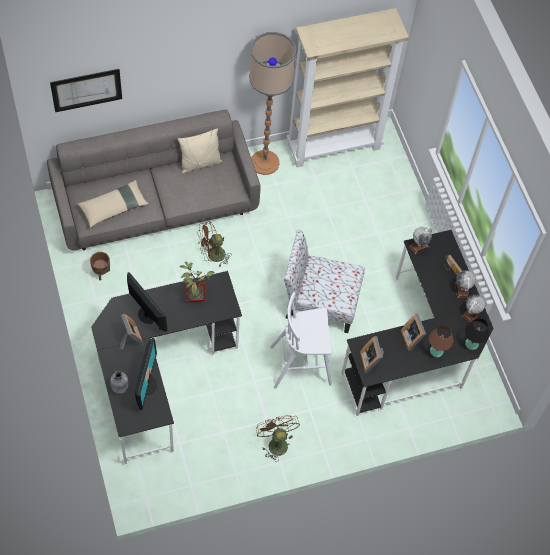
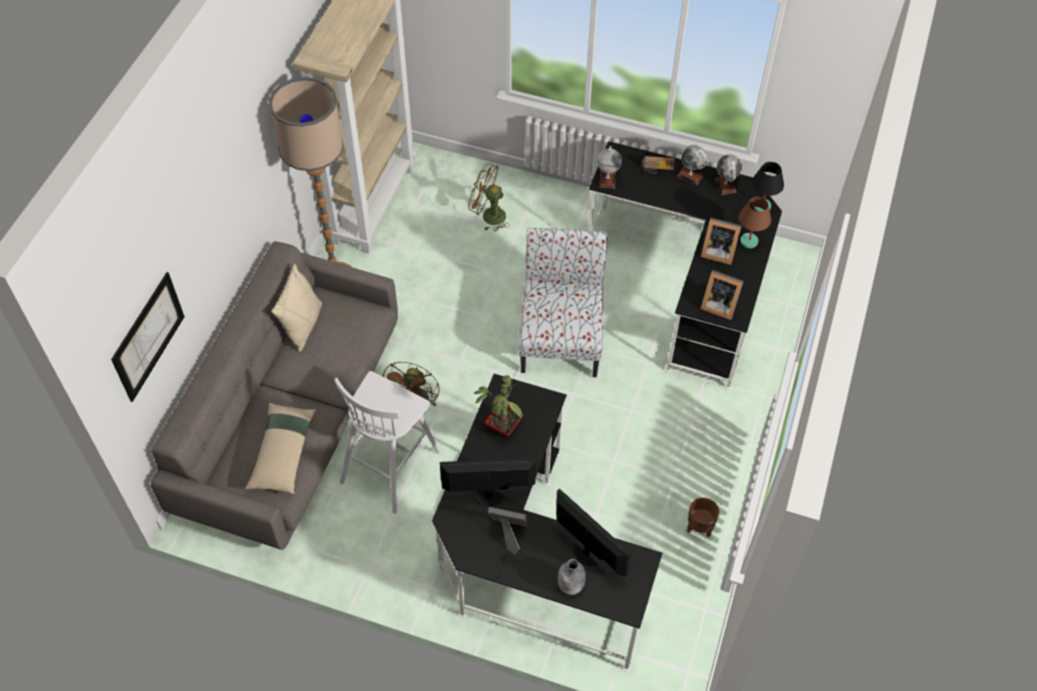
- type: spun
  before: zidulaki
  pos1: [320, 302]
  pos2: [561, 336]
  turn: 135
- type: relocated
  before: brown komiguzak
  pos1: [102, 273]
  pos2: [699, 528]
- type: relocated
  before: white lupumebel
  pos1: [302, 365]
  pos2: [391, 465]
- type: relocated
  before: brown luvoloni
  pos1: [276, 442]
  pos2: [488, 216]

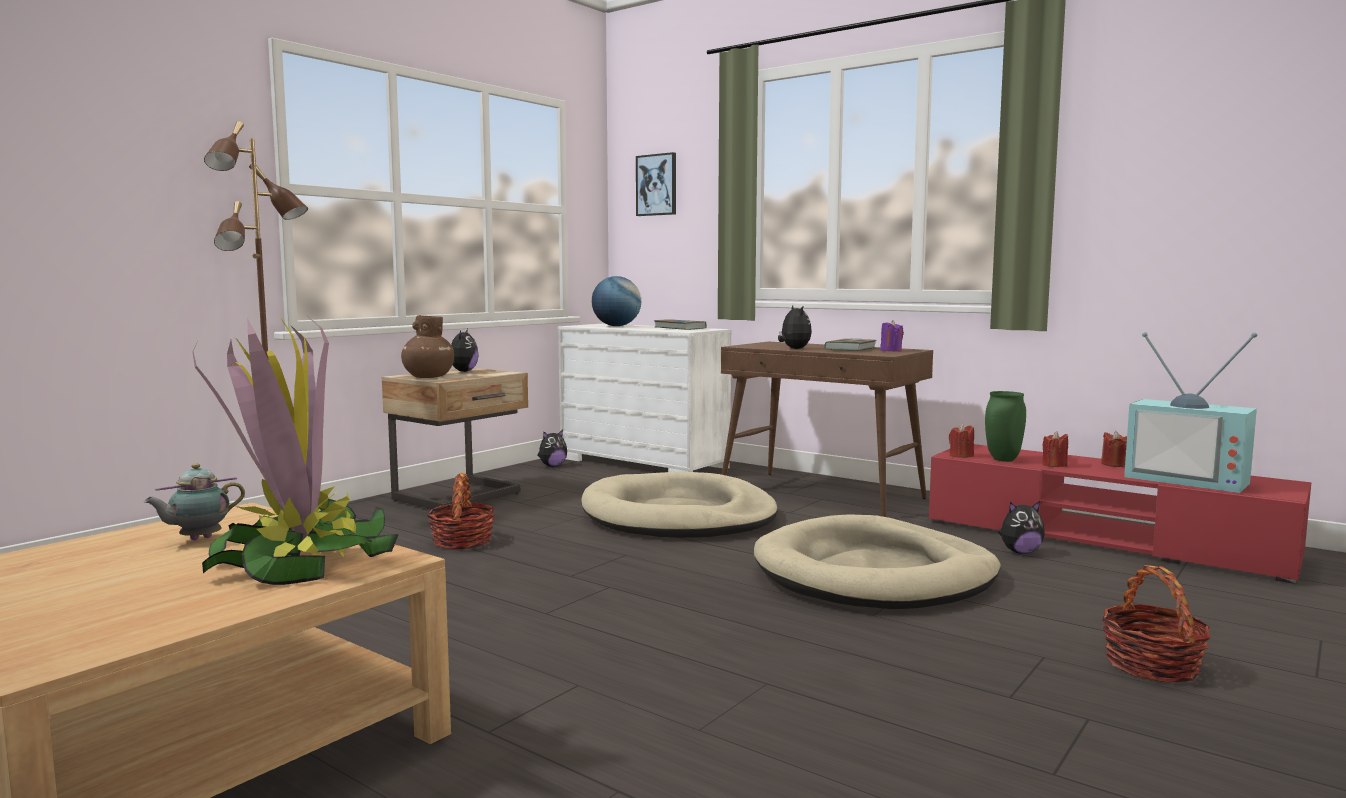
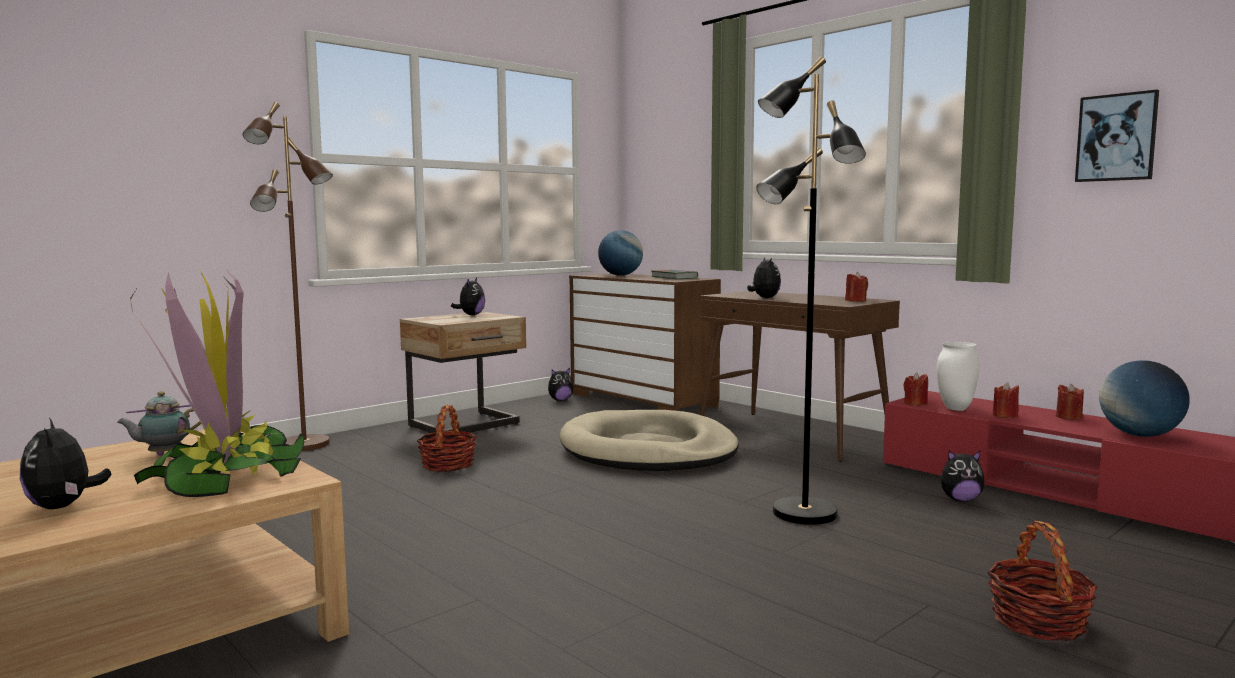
- type: relocated
  before: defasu
  pos1: [657, 185]
  pos2: [1116, 137]
- type: missing
  before: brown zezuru
  pos1: [428, 377]
- type: colour
  before: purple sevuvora
  after: red sevuvora
  pos1: [891, 350]
  pos2: [856, 300]
- type: colour
  before: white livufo
  after: brown livufo
  pos1: [644, 463]
  pos2: [643, 400]
- type: exchanged
  before: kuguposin
  after: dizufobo
  pos1: [1189, 479]
  pos2: [1140, 435]
- type: missing
  before: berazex
  pos1: [850, 349]
- type: colour
  before: green zezuru
  after: white zezuru
  pos1: [1004, 460]
  pos2: [956, 409]
- type: exchanged
  before: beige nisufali
  after: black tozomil
  pos1: [874, 574]
  pos2: [803, 514]
- type: appeared
  after: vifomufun
  pos2: [63, 506]

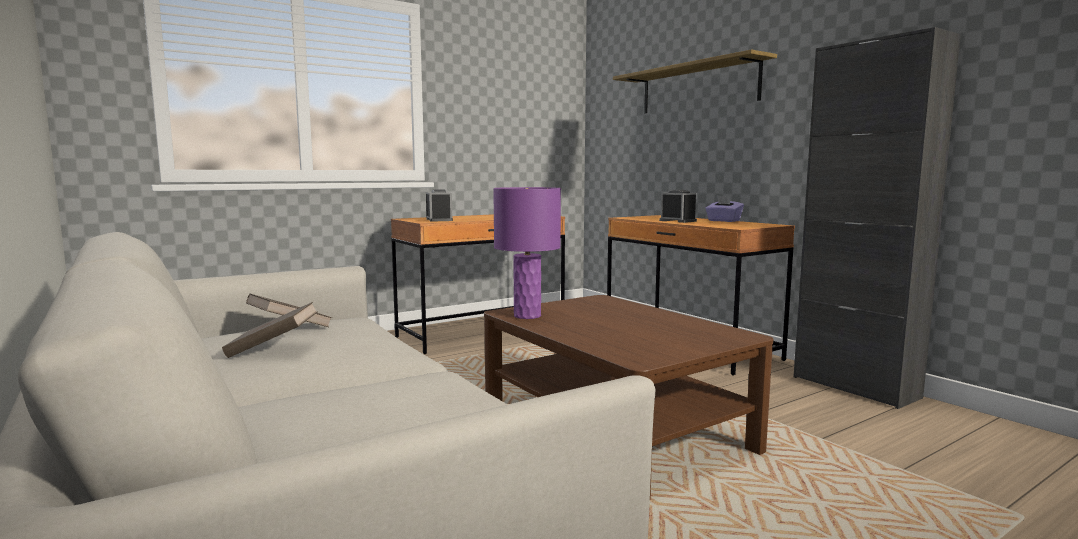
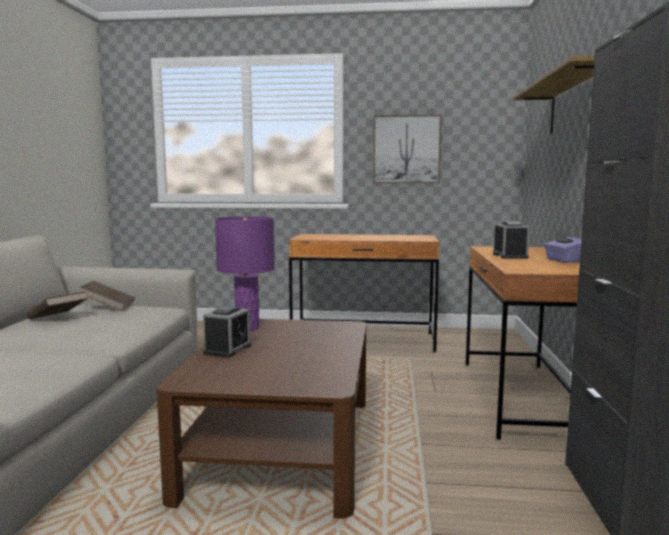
- type: relocated
  before: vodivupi
  pos1: [439, 220]
  pos2: [228, 349]
- type: appeared
  after: defasu
  pos2: [406, 149]

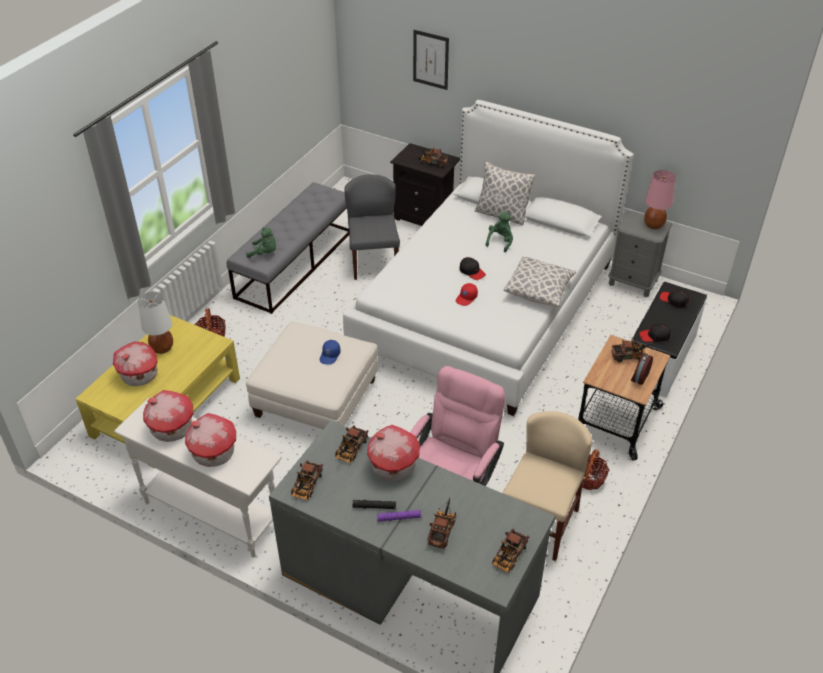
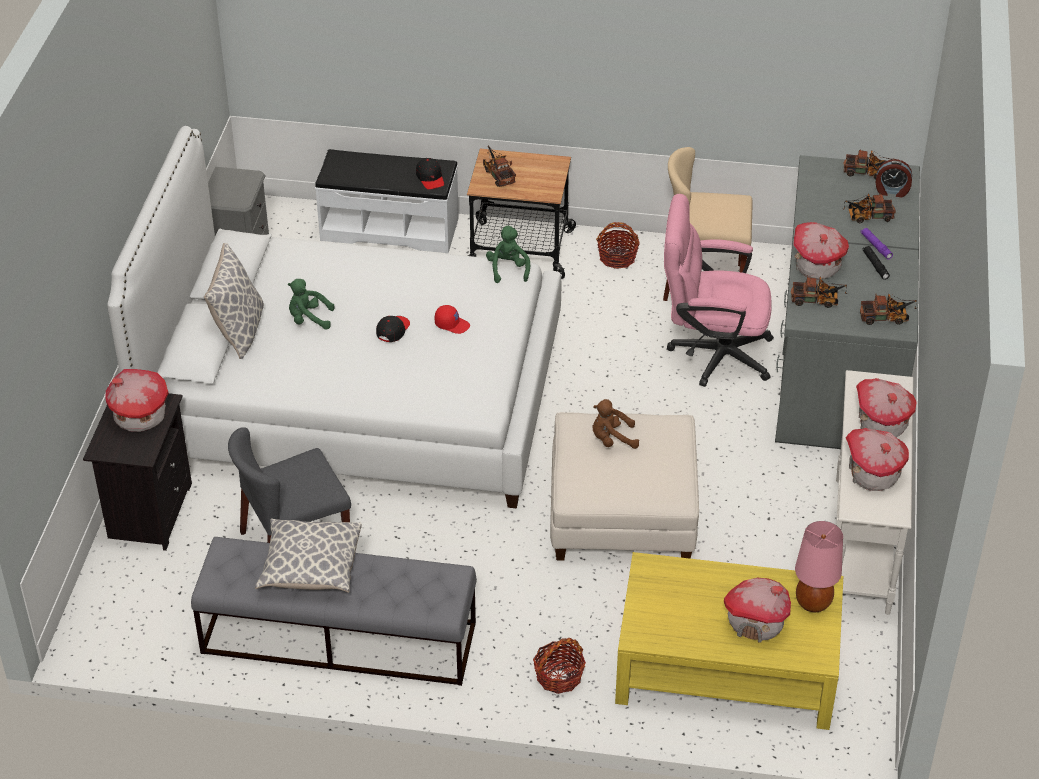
- type: missing
  before: defasu
  pos1: [431, 59]
- type: exchanged
  before: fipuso
  after: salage
  pos1: [431, 162]
  pos2: [139, 417]
- type: relocated
  before: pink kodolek
  pos1: [654, 225]
  pos2: [813, 602]
- type: relocated
  before: green vifomufun
  pos1: [264, 253]
  pos2: [508, 269]
- type: relocated
  before: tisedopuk
  pos1: [539, 290]
  pos2: [310, 568]
- type: missing
  before: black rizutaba
  pos1: [674, 300]
- type: missing
  before: white kodolek
  pos1: [162, 348]
- type: exchanged
  before: blue rizutaba
  after: brown vifomufun
  pos1: [330, 356]
  pos2: [612, 439]
- type: relocated
  before: vodivupi
  pos1: [639, 377]
  pos2: [892, 191]

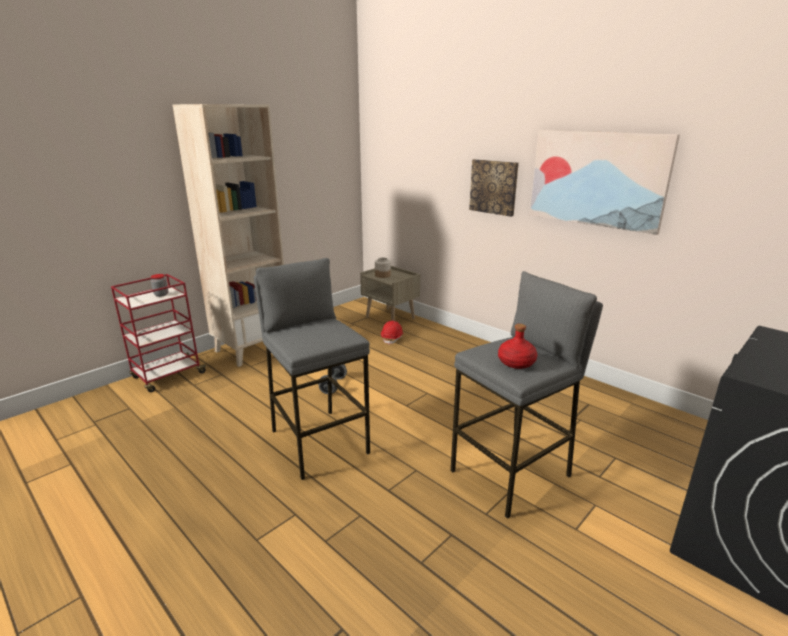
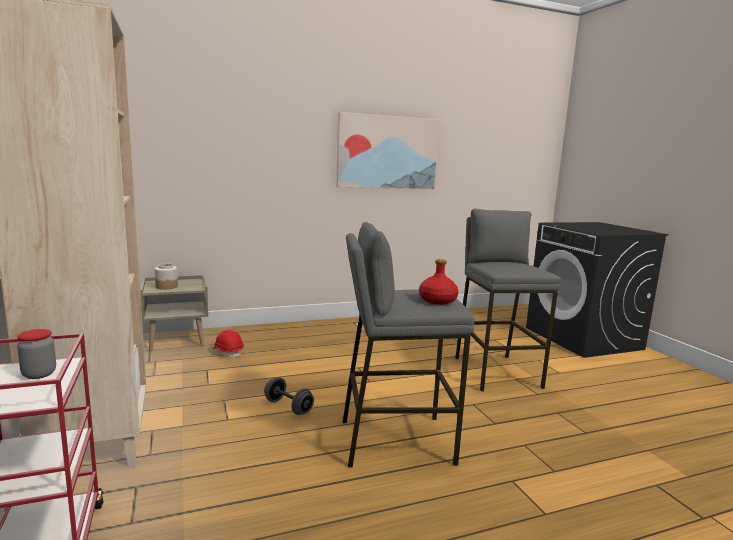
- type: missing
  before: defasu
  pos1: [494, 187]
- type: relocated
  before: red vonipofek
  pos1: [516, 362]
  pos2: [437, 300]

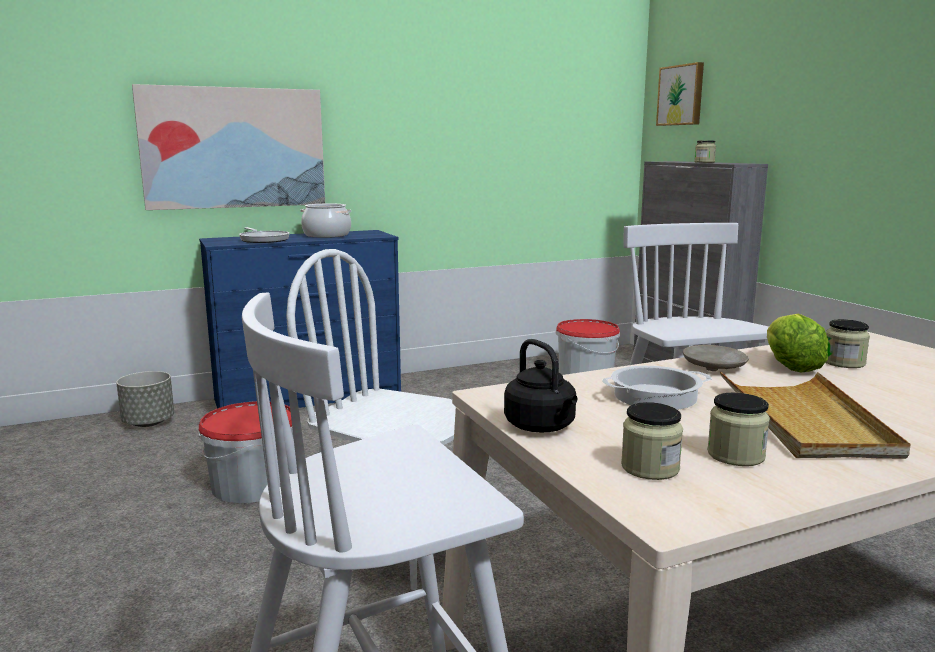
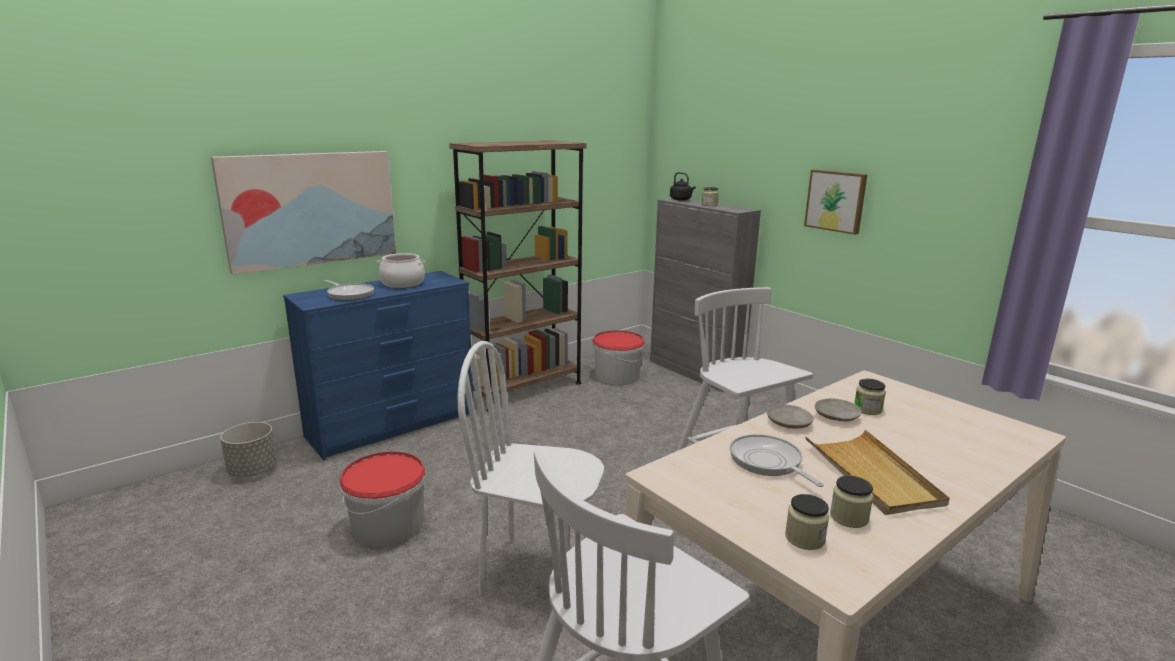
- type: relocated
  before: defasu
  pos1: [681, 95]
  pos2: [836, 201]
- type: exchanged
  before: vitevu
  after: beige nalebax
  pos1: [789, 366]
  pos2: [836, 417]
- type: relocated
  before: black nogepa
  pos1: [542, 427]
  pos2: [681, 200]
- type: exchanged
  before: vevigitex
  after: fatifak
  pos1: [655, 397]
  pos2: [768, 462]
- type: appeared
  after: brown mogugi
  pos2: [524, 389]

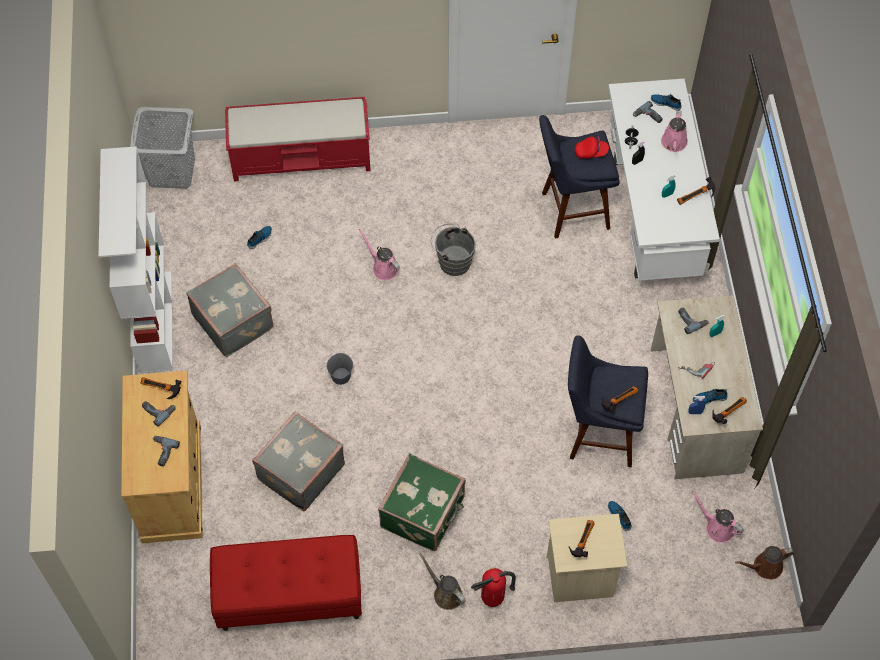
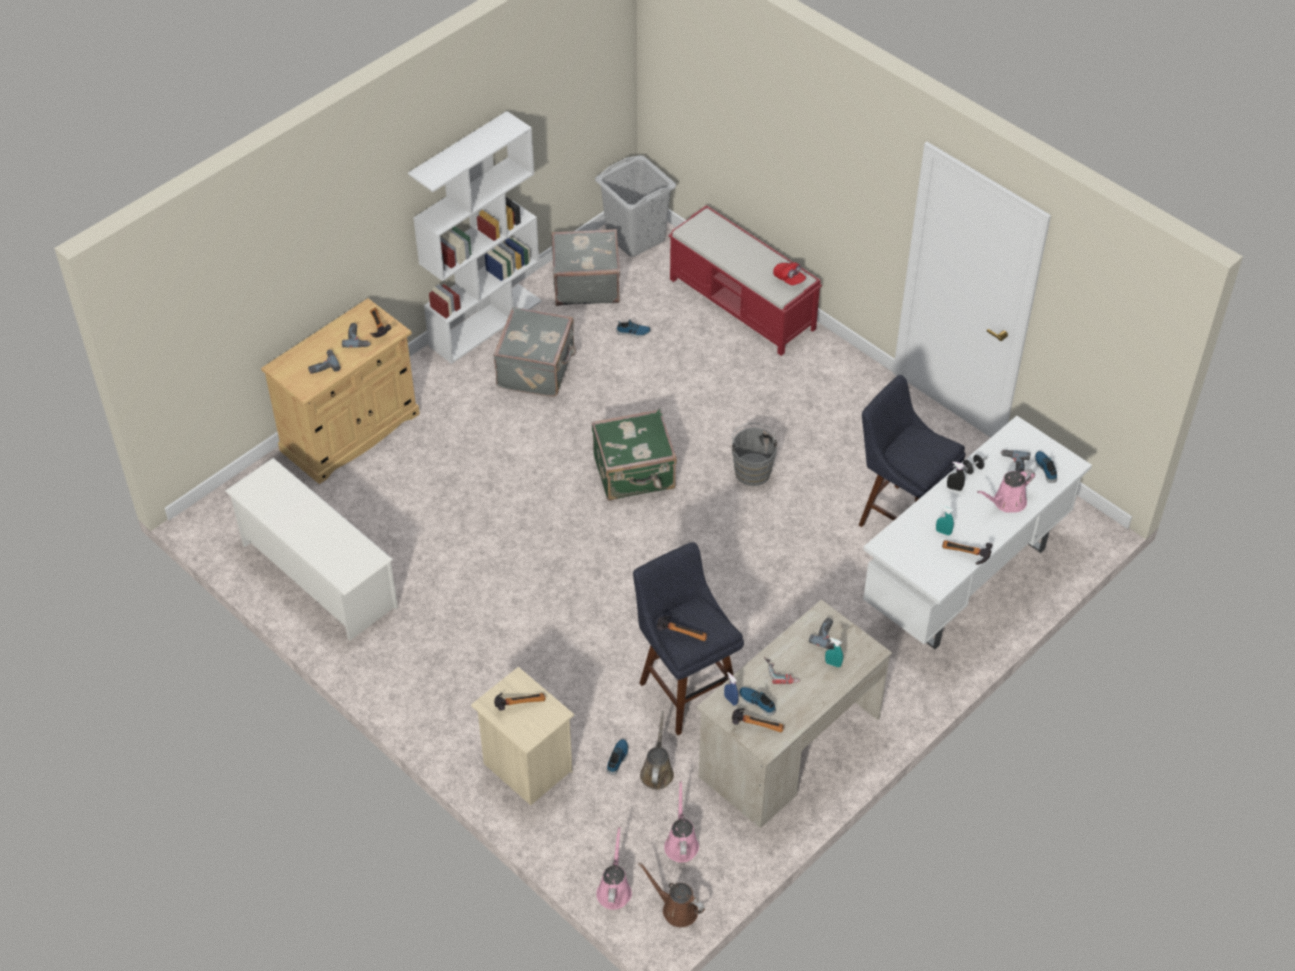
- type: relocated
  before: red rizutaba
  pos1: [591, 152]
  pos2: [789, 279]
- type: relocated
  before: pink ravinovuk
  pos1: [383, 267]
  pos2: [614, 889]
- type: missing
  before: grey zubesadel
  pos1: [341, 376]
- type: relocated
  before: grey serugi
  pos1: [299, 472]
  pos2: [585, 284]
- type: relocated
  before: green serugi
  pos1: [424, 513]
  pos2: [635, 473]
- type: exchanged
  before: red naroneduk
  after: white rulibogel
  pos1: [289, 597]
  pos2: [318, 575]
- type: relocated
  before: brown ravinovuk
  pos1: [445, 593]
  pos2: [657, 771]
- type: missing
  before: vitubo
  pos1: [492, 599]

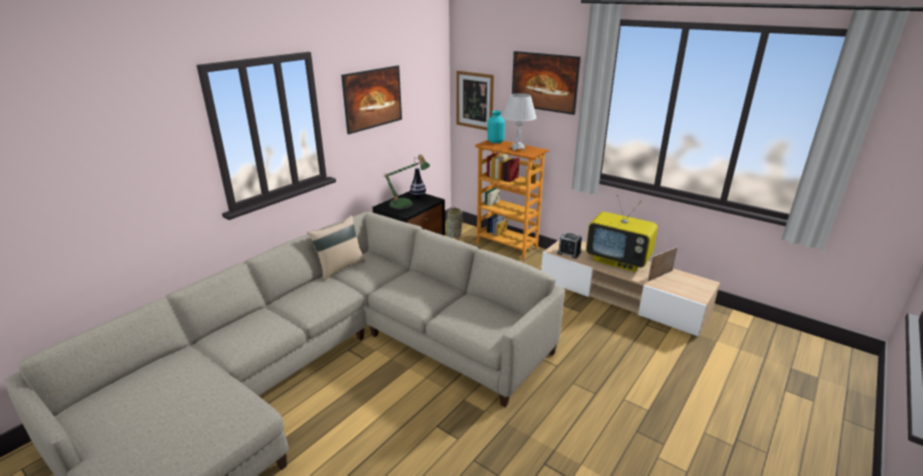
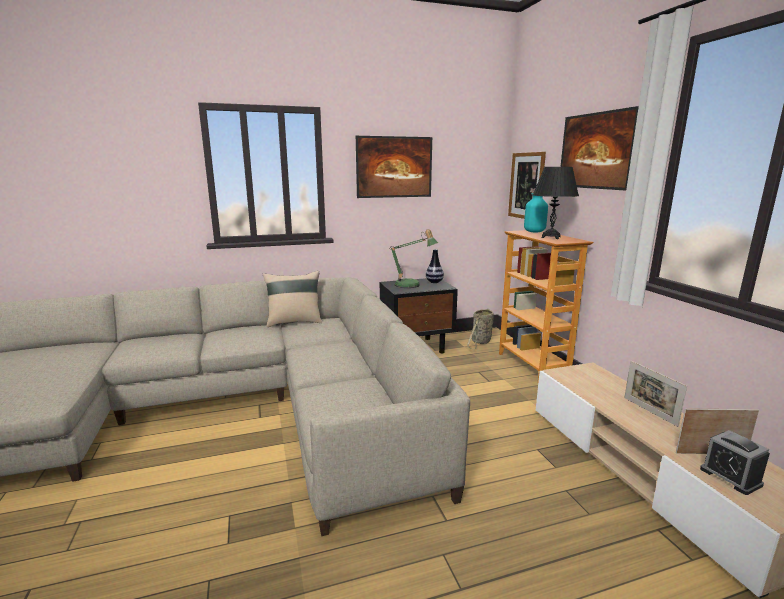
- type: colour
  before: white kodolek
  after: black kodolek
  pos1: [517, 148]
  pos2: [550, 237]
- type: exchanged
  before: kuguposin
  after: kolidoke
  pos1: [618, 261]
  pos2: [649, 411]
- type: relocated
  before: vodivupi
  pos1: [569, 253]
  pos2: [730, 477]

